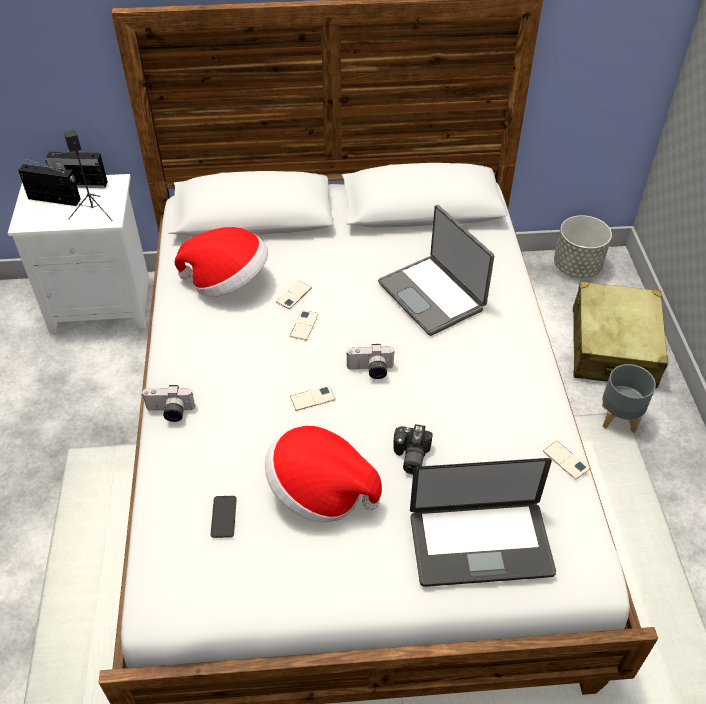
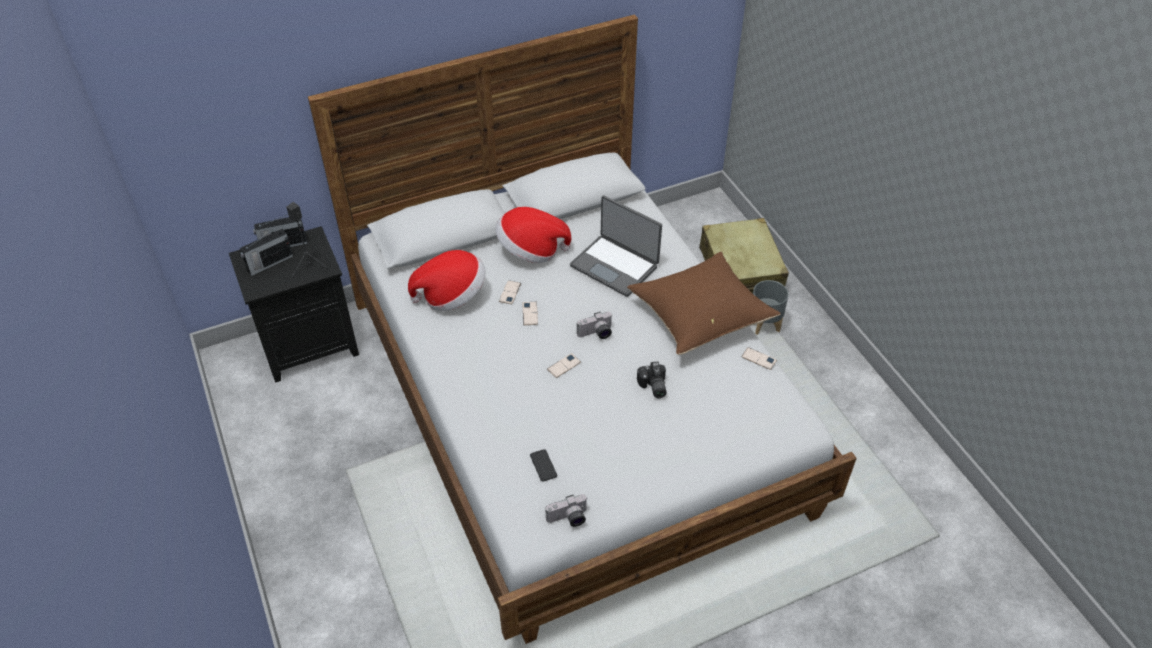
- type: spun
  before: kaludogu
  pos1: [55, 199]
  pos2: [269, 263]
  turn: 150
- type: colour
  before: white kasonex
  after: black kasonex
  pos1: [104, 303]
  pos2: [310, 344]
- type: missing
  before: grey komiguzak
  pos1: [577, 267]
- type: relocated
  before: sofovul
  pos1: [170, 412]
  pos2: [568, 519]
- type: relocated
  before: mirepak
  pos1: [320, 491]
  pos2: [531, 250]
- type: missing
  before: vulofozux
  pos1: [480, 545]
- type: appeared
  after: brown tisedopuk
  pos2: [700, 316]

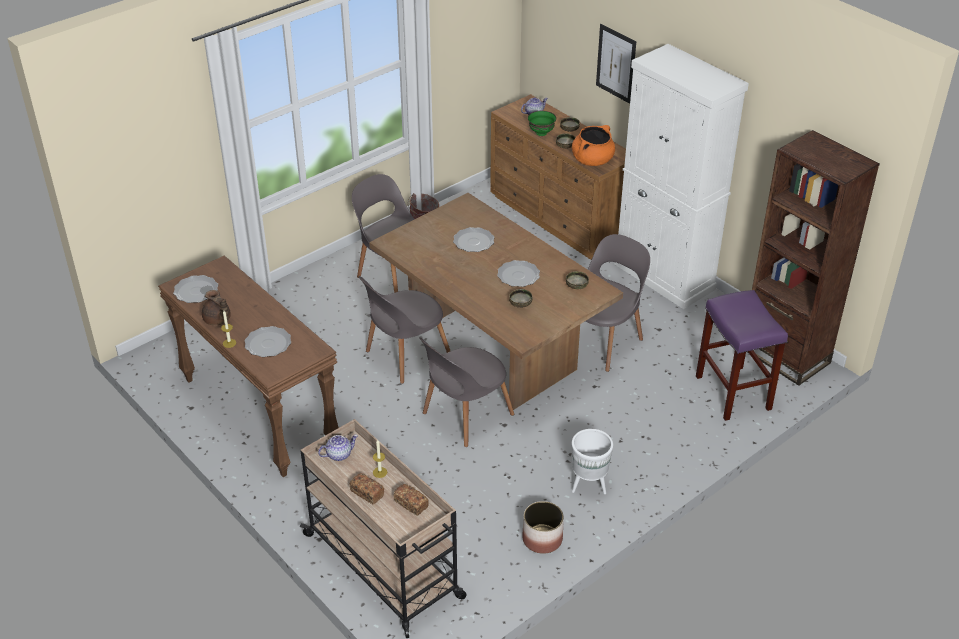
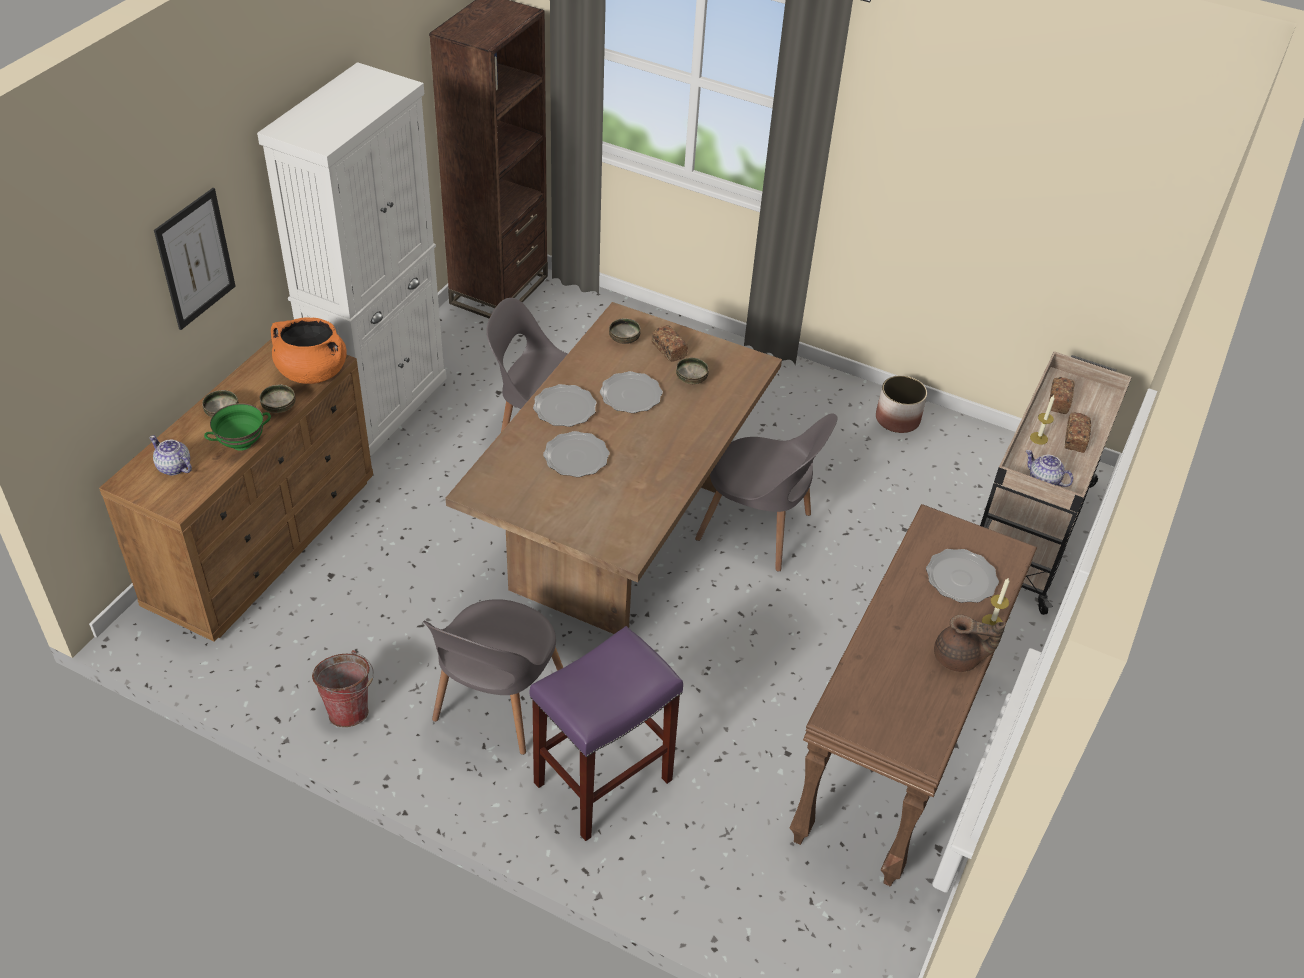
- type: relocated
  before: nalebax
  pos1: [196, 291]
  pos2: [565, 408]
- type: missing
  before: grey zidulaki
  pos1: [405, 355]
- type: spun
  before: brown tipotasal
  pos1: [217, 320]
  pos2: [958, 658]
  turn: 75
- type: relocated
  before: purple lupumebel
  pos1: [734, 393]
  pos2: [604, 780]
- type: missing
  before: white komiguzak
  pos1: [588, 485]
- type: appeared
  after: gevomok
  pos2: [668, 350]

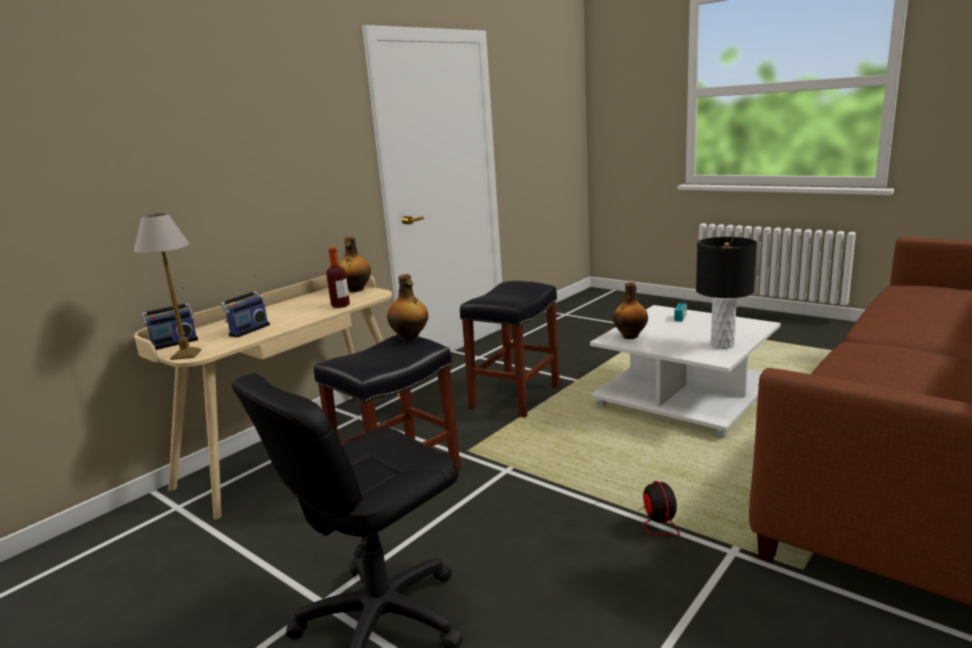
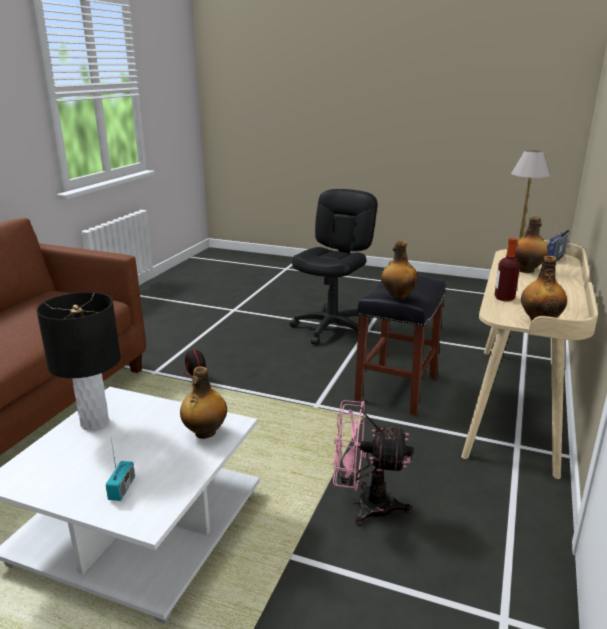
- type: exchanged
  before: kaludogu
  after: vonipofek
  pos1: [248, 330]
  pos2: [526, 270]
- type: exchanged
  before: black lupumebel
  after: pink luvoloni
  pos1: [515, 396]
  pos2: [365, 505]

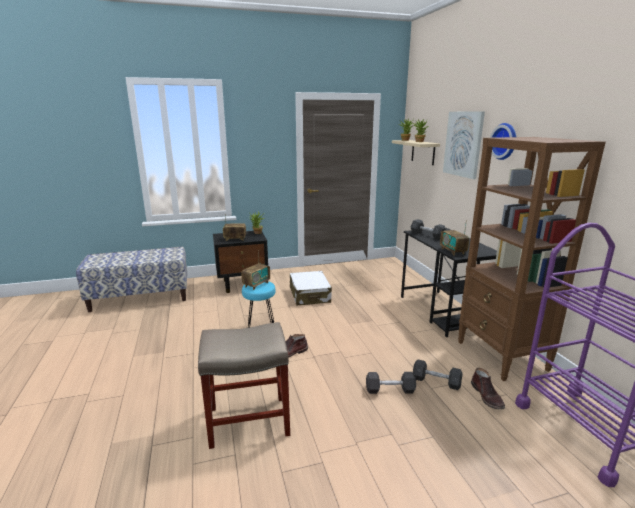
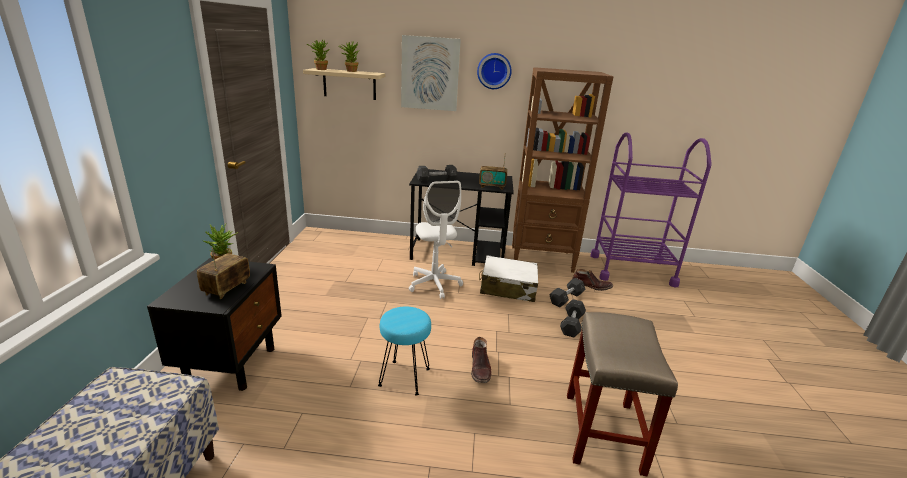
- type: missing
  before: kaludogu
  pos1: [256, 284]
- type: relocated
  before: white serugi
  pos1: [309, 295]
  pos2: [507, 287]
- type: appeared
  after: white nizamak
  pos2: [434, 284]

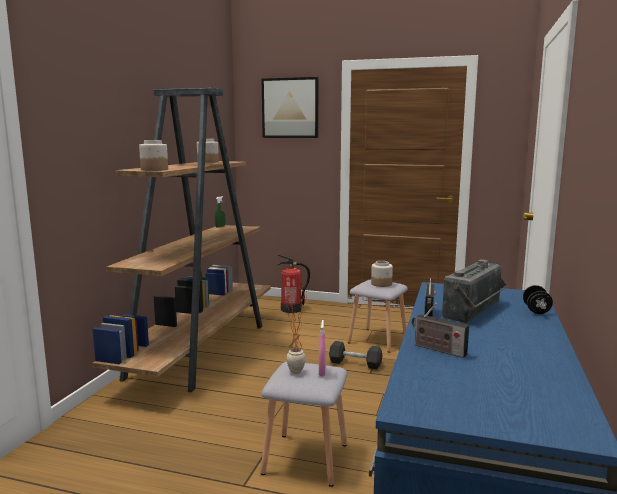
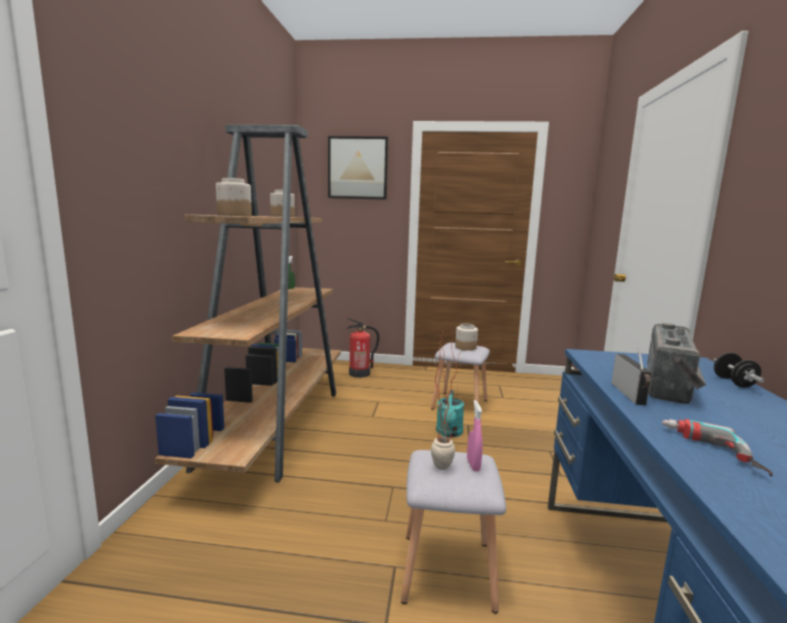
- type: exchanged
  before: kaludogu
  after: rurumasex
  pos1: [437, 349]
  pos2: [709, 451]
- type: exchanged
  before: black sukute
  after: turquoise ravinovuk
  pos1: [355, 363]
  pos2: [449, 433]

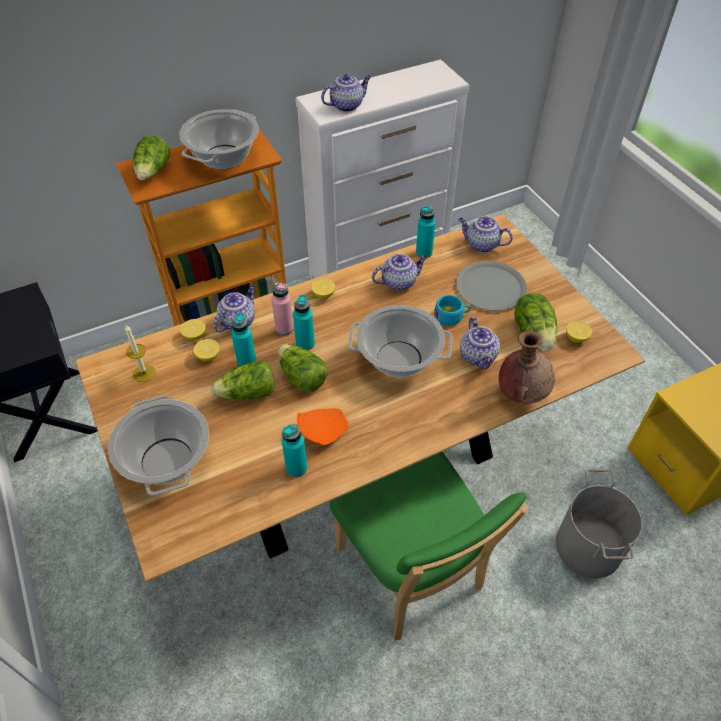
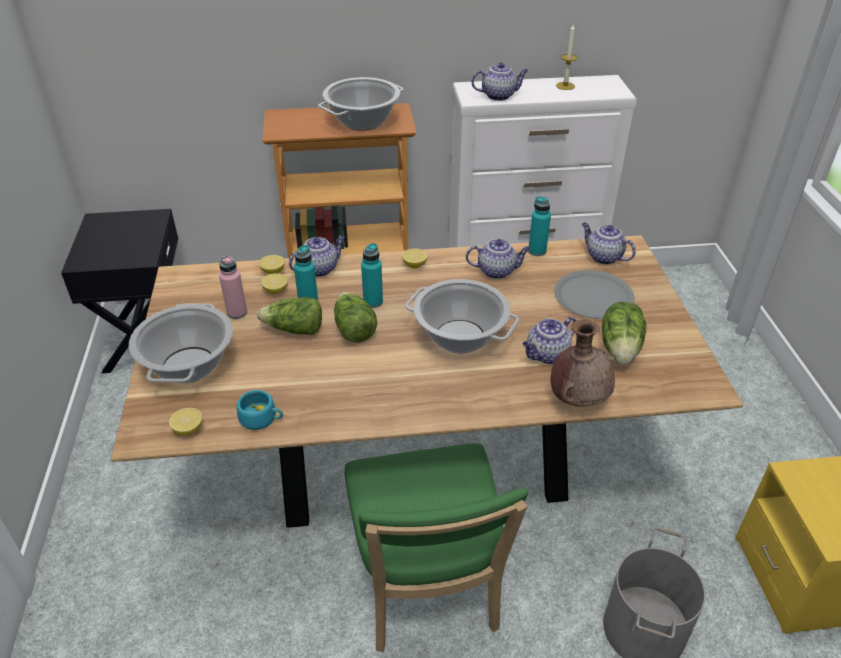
- type: missing
  before: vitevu
  pos1: [153, 172]
- type: relocated
  before: pink vonipofek
  pos1: [284, 328]
  pos2: [237, 312]
- type: relocated
  before: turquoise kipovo
  pos1: [451, 316]
  pos2: [262, 419]
- type: spun
  before: tipotasal
  pos1: [478, 357]
  pos2: [547, 355]
  turn: 45
- type: relocated
  before: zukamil
  pos1: [576, 337]
  pos2: [188, 429]
- type: relocated
  before: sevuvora
  pos1: [144, 373]
  pos2: [565, 86]
- type: missing
  before: orange nalebax
  pos1: [322, 430]
- type: missing
  before: turquoise vonipofek
  pos1: [296, 468]

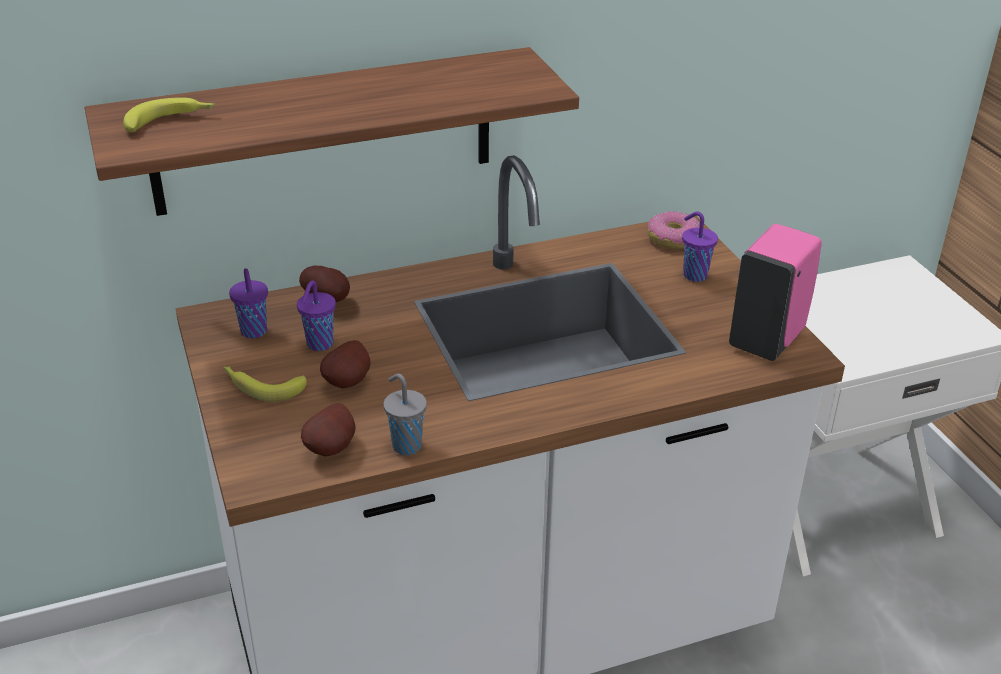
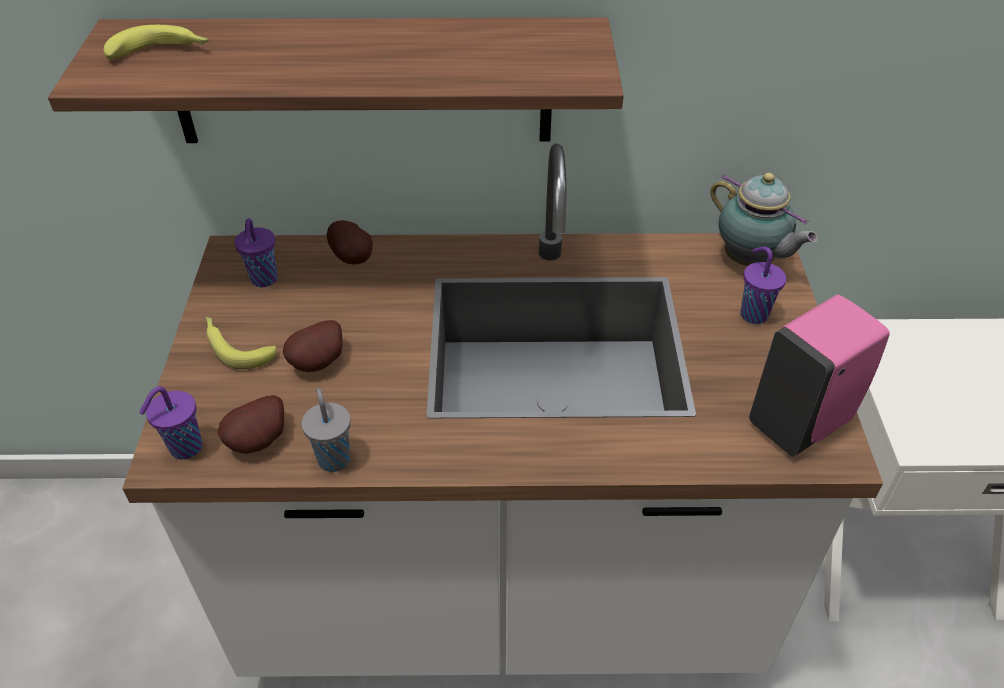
- type: exchanged
  before: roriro
  after: tipotasal
  pos1: [673, 239]
  pos2: [750, 261]
- type: relocated
  before: purple kipovo
  pos1: [319, 345]
  pos2: [184, 448]

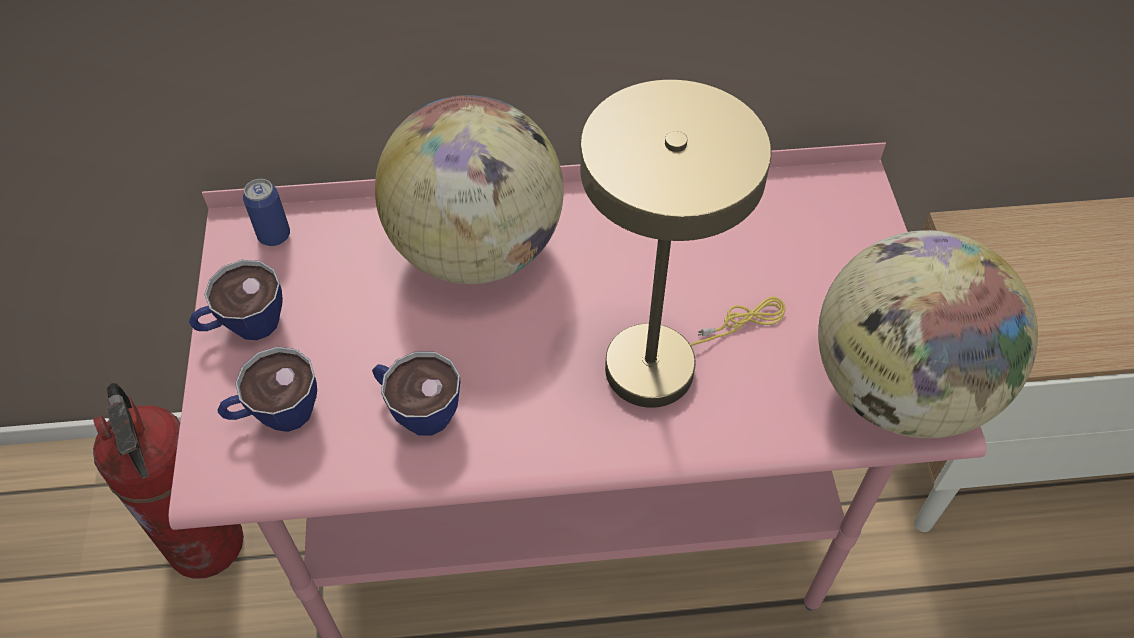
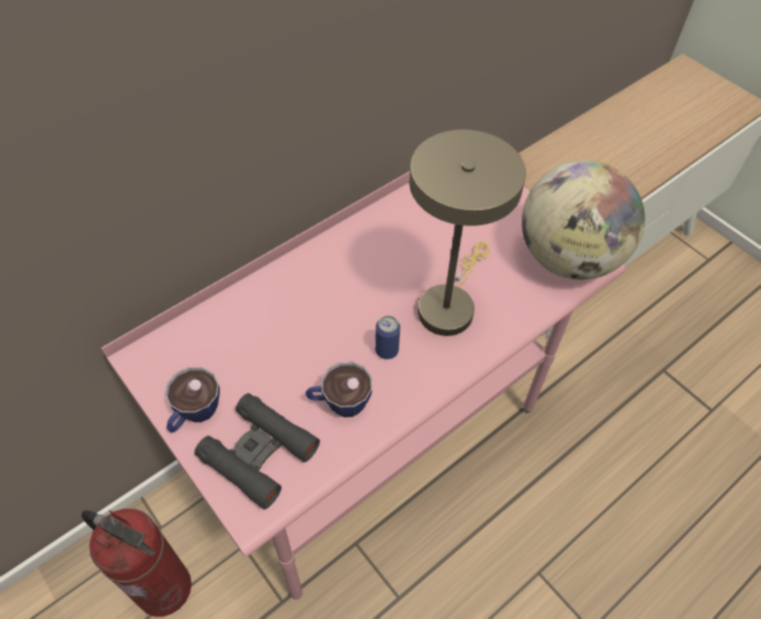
- type: missing
  before: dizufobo
  pos1: [477, 249]
- type: relocated
  before: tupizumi
  pos1: [274, 235]
  pos2: [386, 351]
- type: exchanged
  before: kipovo
  after: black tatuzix
  pos1: [276, 414]
  pos2: [258, 453]

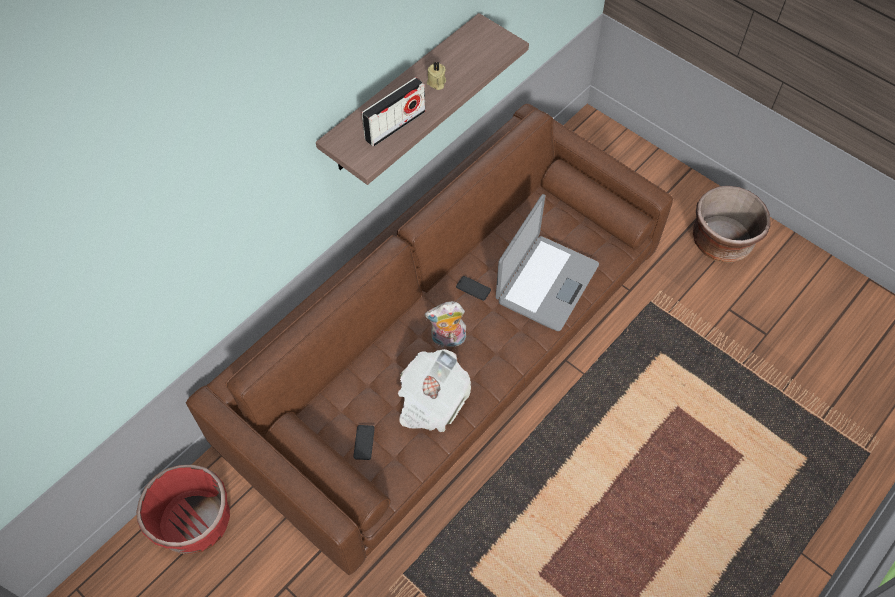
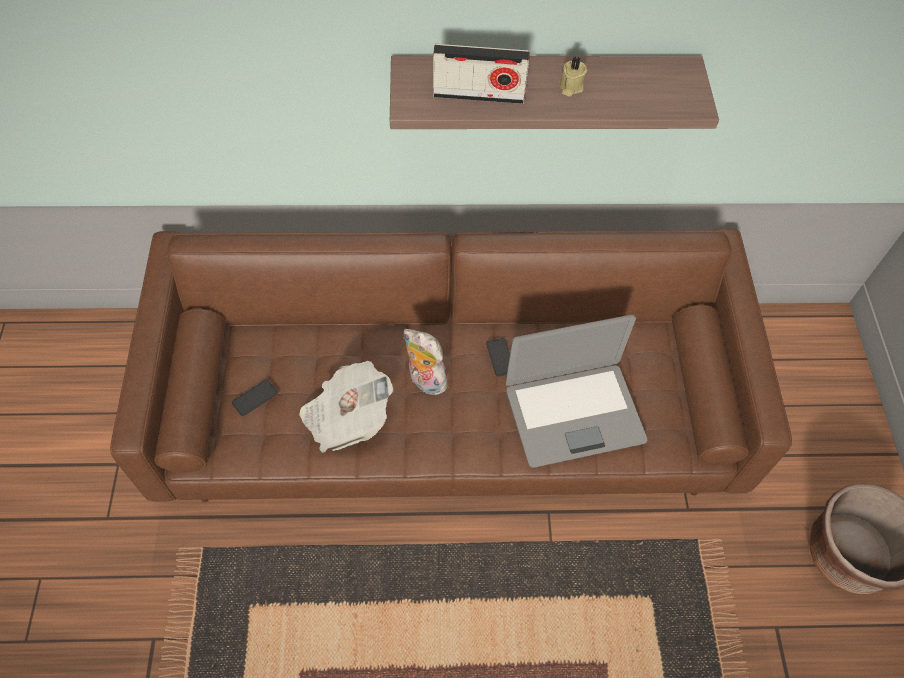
- type: missing
  before: red komiguzak
  pos1: [195, 522]

